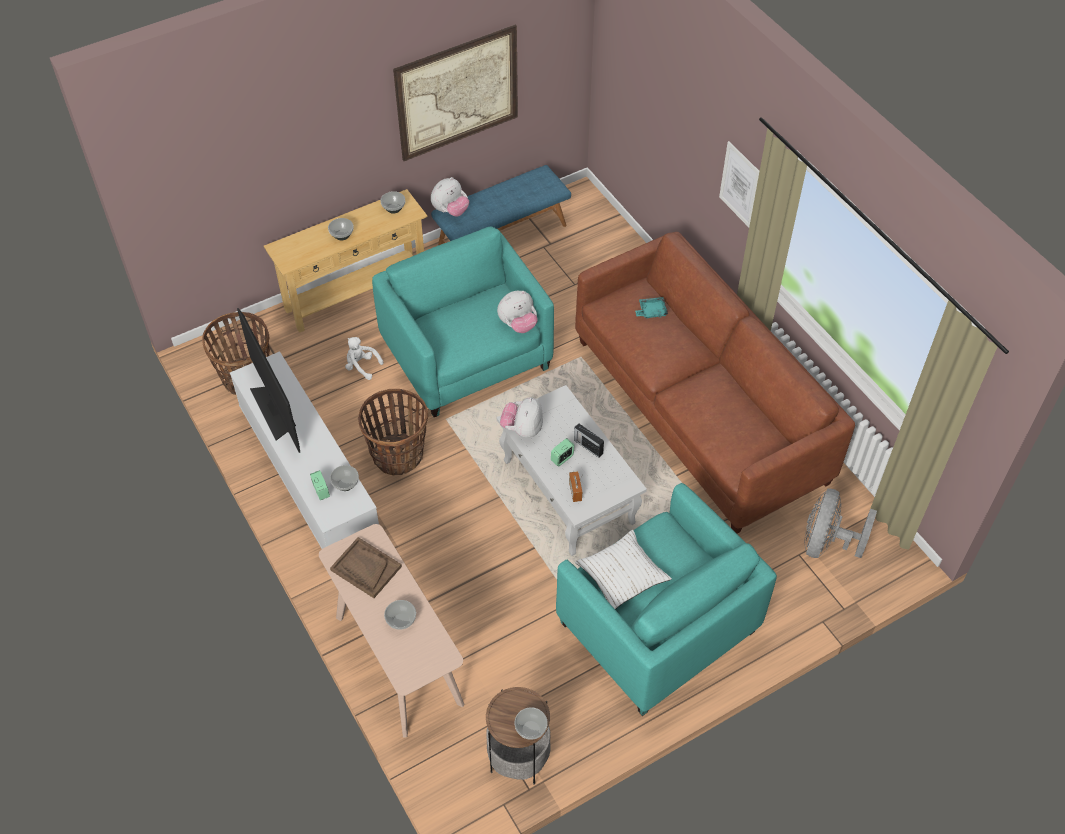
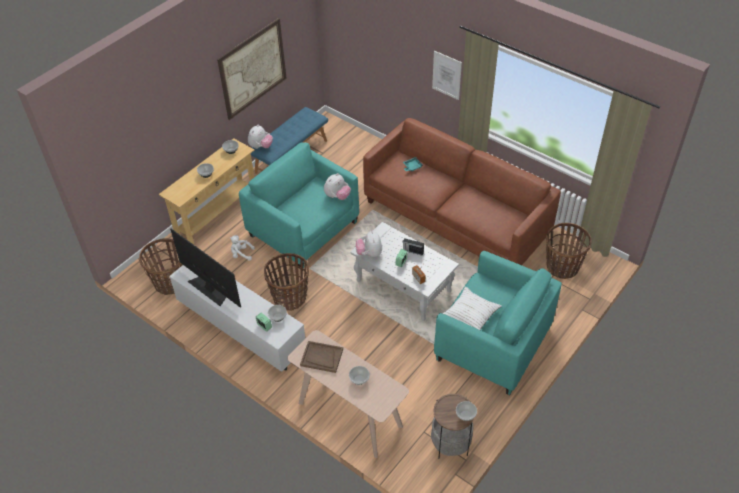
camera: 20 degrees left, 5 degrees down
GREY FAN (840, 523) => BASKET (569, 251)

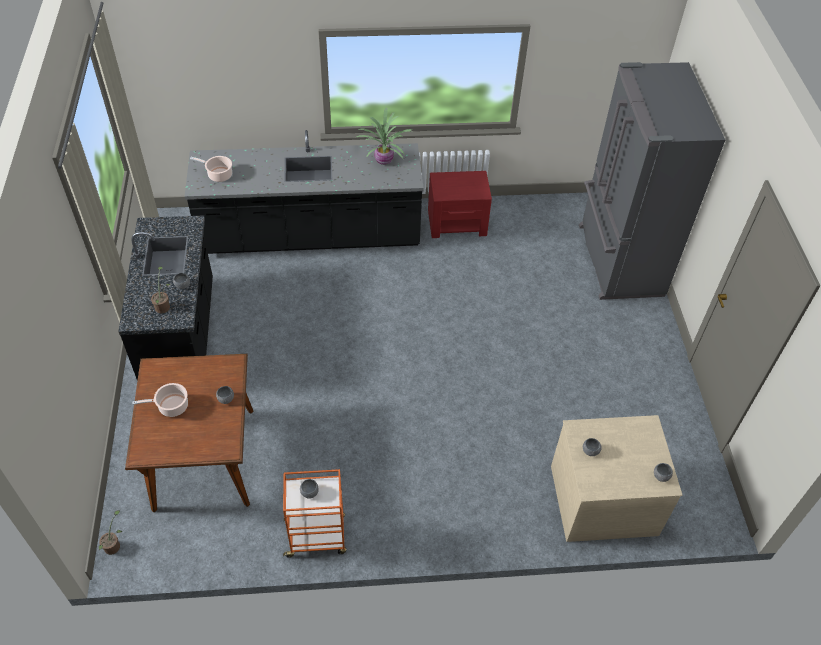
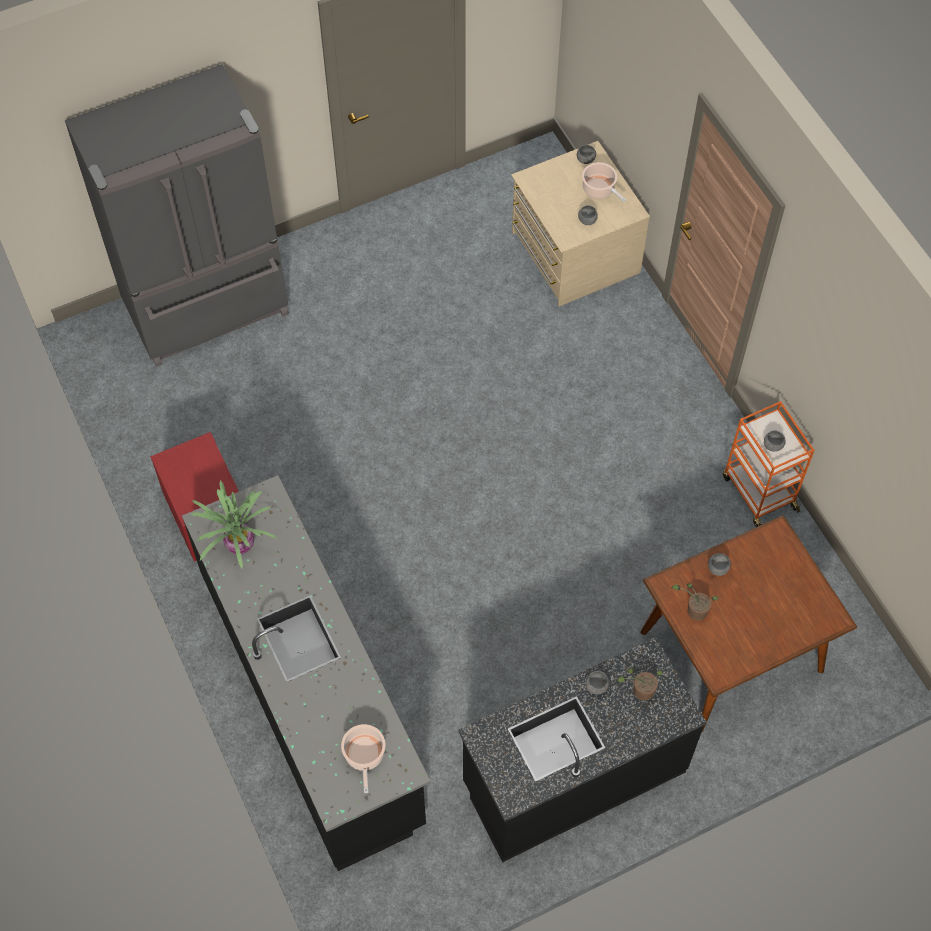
camera: 110 degrees left, 10 degrees up
COOKING POT (160, 400) => COOKING POT (604, 182), relocated
POTTED PLANT (110, 532) => POTTED PLANT (695, 601), relocated

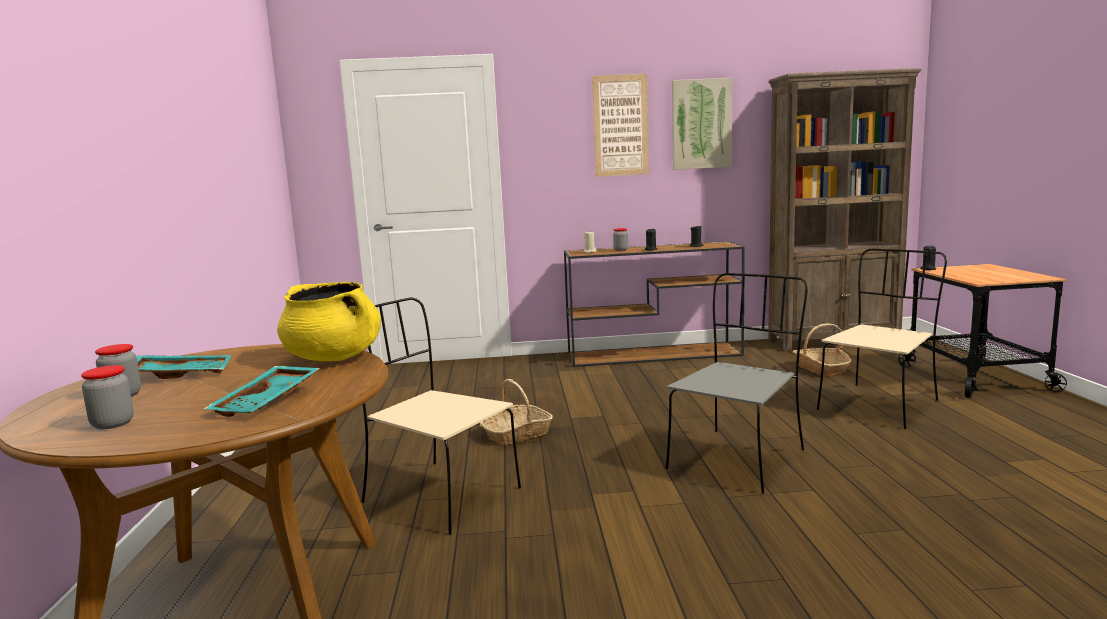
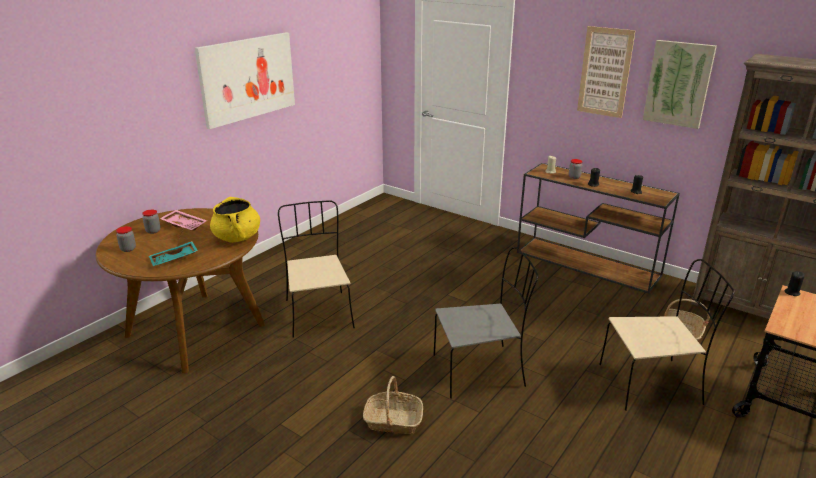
camera: 40 degrees right, 15 degrees up
TURQUOISE TRAY (184, 367) => PINK TRAY (183, 220)
nothing => PICTURE (245, 80)
BASKET (516, 412) => BASKET (393, 405), relocated

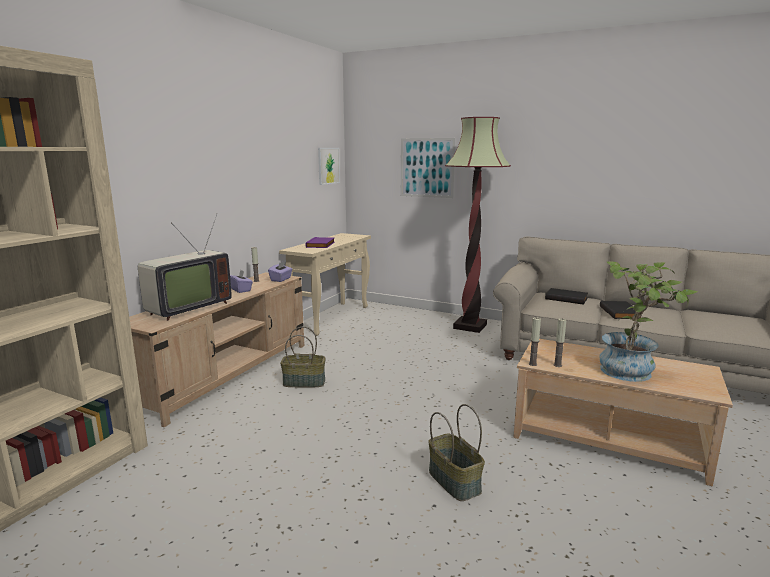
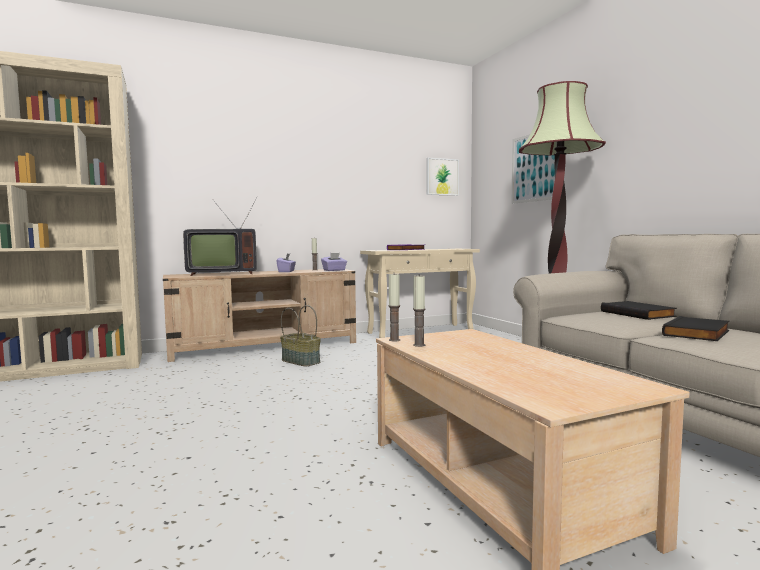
camera: 40 degrees right, 10 degrees down
BASKET (456, 452) => nothing
POTTED PLANT (648, 321) => nothing

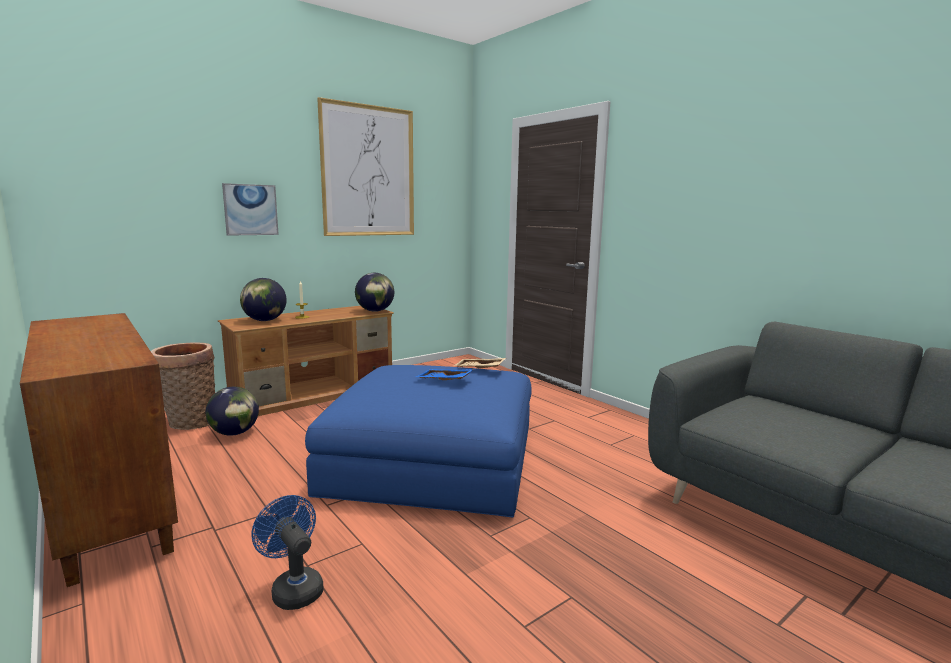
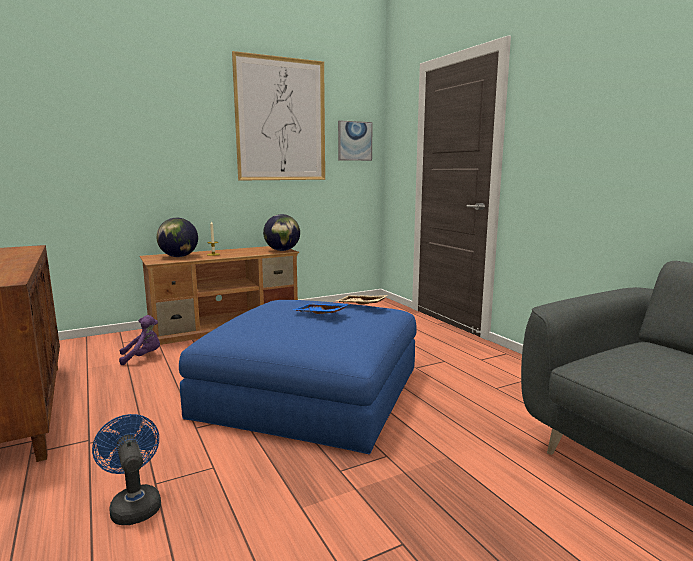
camera: 10 degrees right, 0 degrees up
GLOBE (232, 411) => PURPLE PLUSH TOY (139, 340)
PICTURE (250, 209) => PICTURE (355, 140), relocated
BASKET (183, 386) => nothing

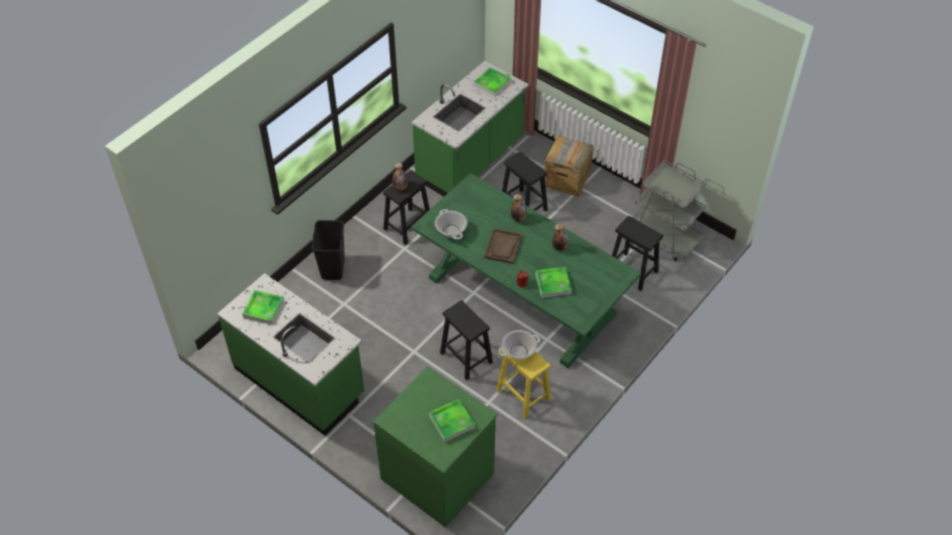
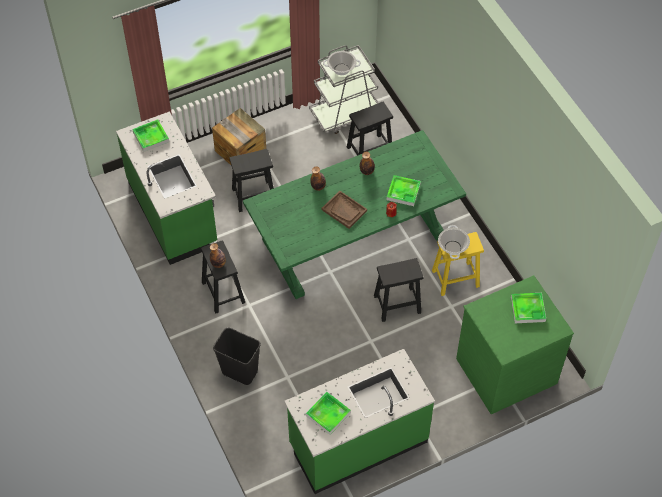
camera: 65 degrees left, 5 degrees up
COOKING POT (451, 224) => COOKING POT (342, 63), relocated

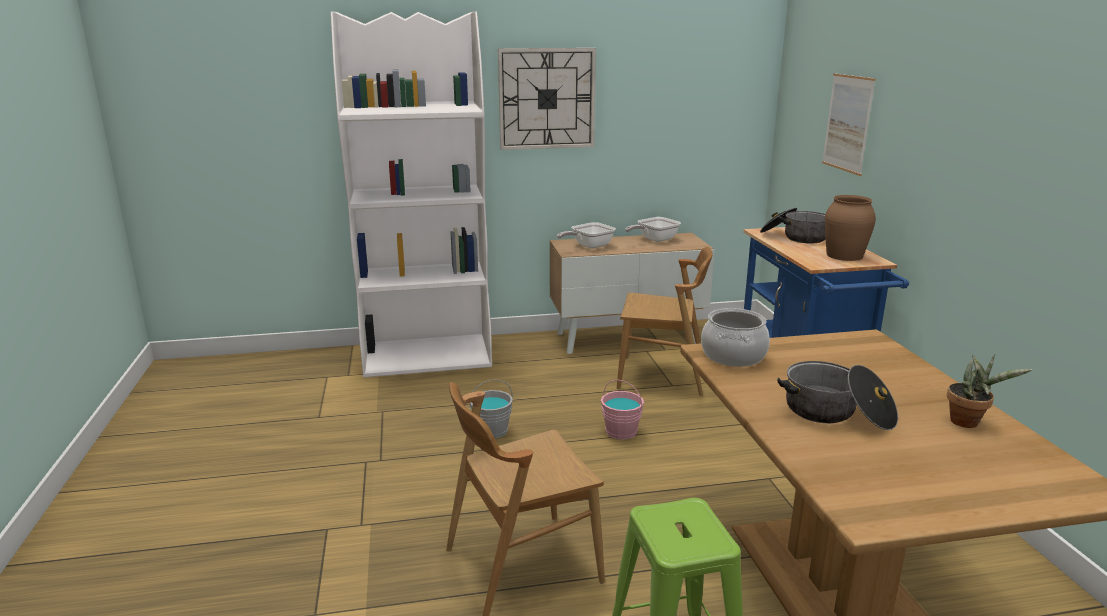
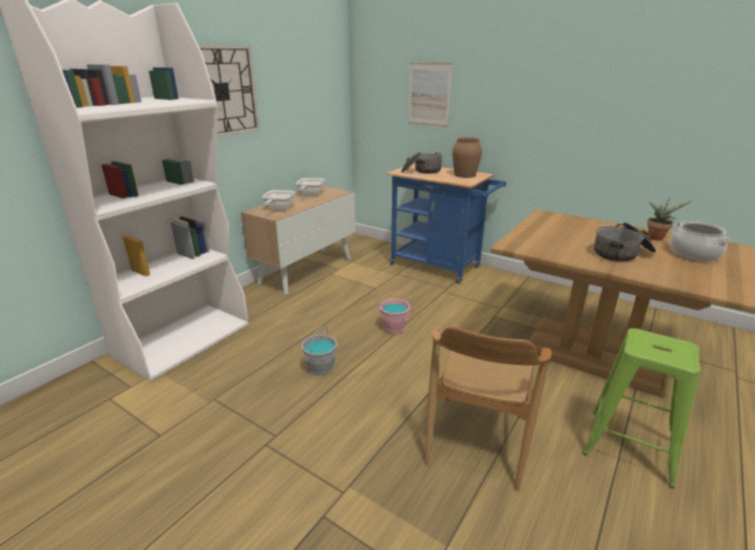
camera: 45 degrees left, 5 degrees up
COOKING POT (735, 337) => COOKING POT (700, 241), relocated
BROWN CHAIR (664, 321) => nothing

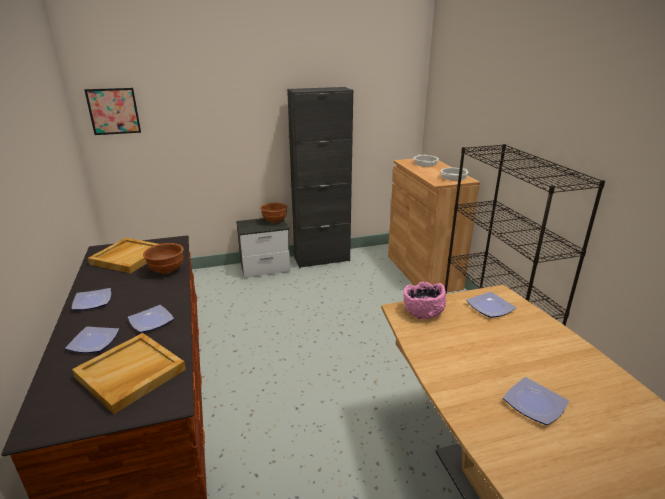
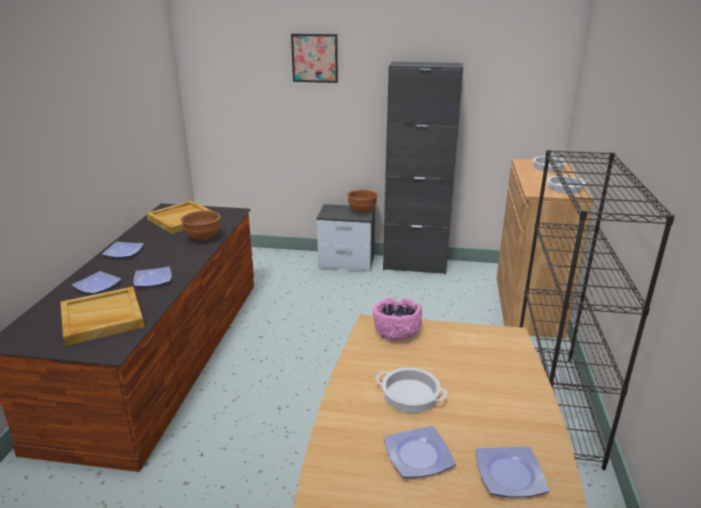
camera: 25 degrees right, 0 degrees up
PICTURE (113, 111) => PICTURE (314, 58), relocated
nothing => COOKING POT (411, 390)
PLATE (491, 305) => PLATE (512, 472), relocated

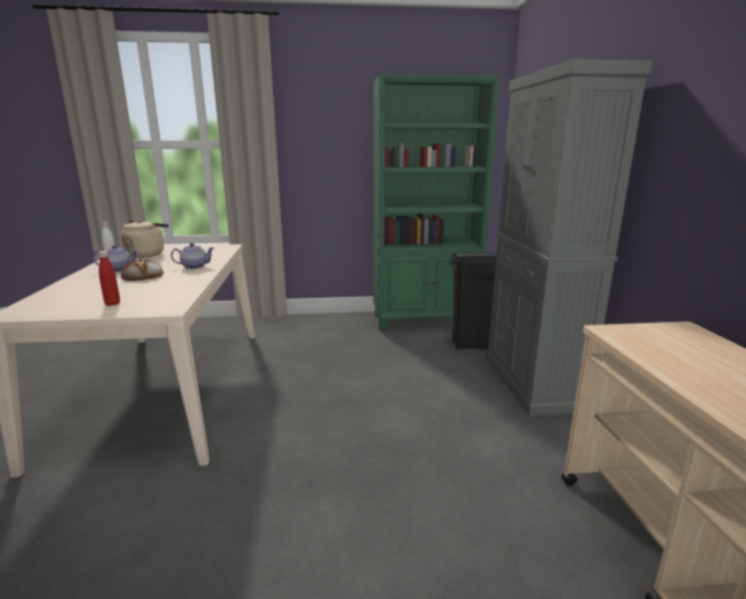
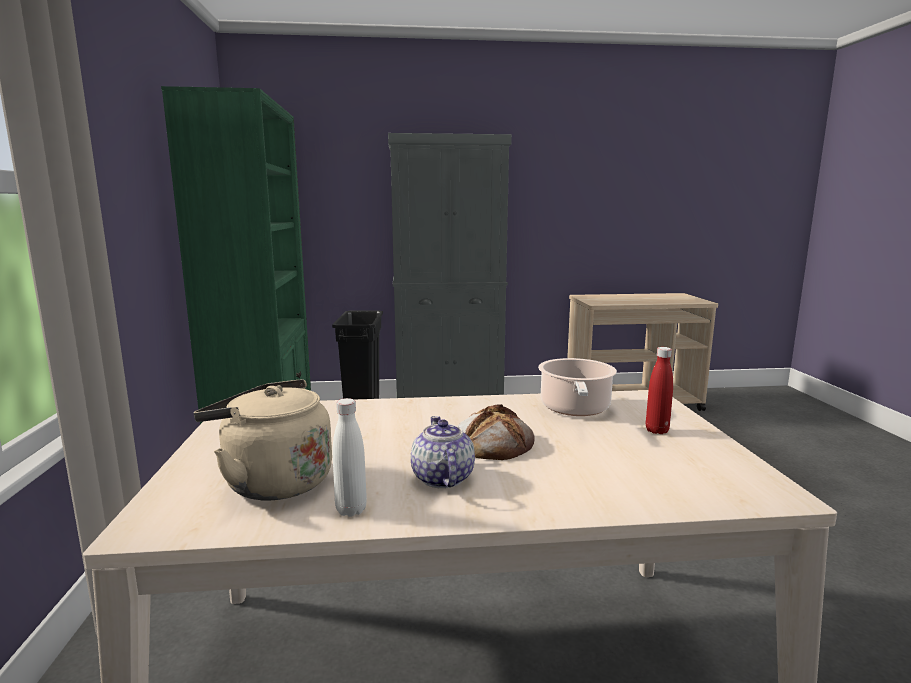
camera: 90 degrees left, 5 degrees down
nothing => COOKING POT (577, 387)
TEAPOT (192, 256) => nothing

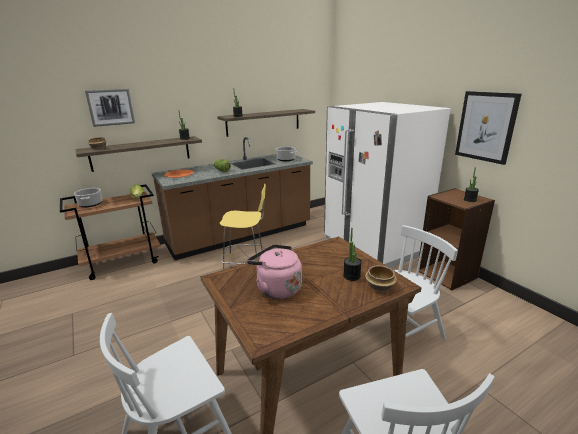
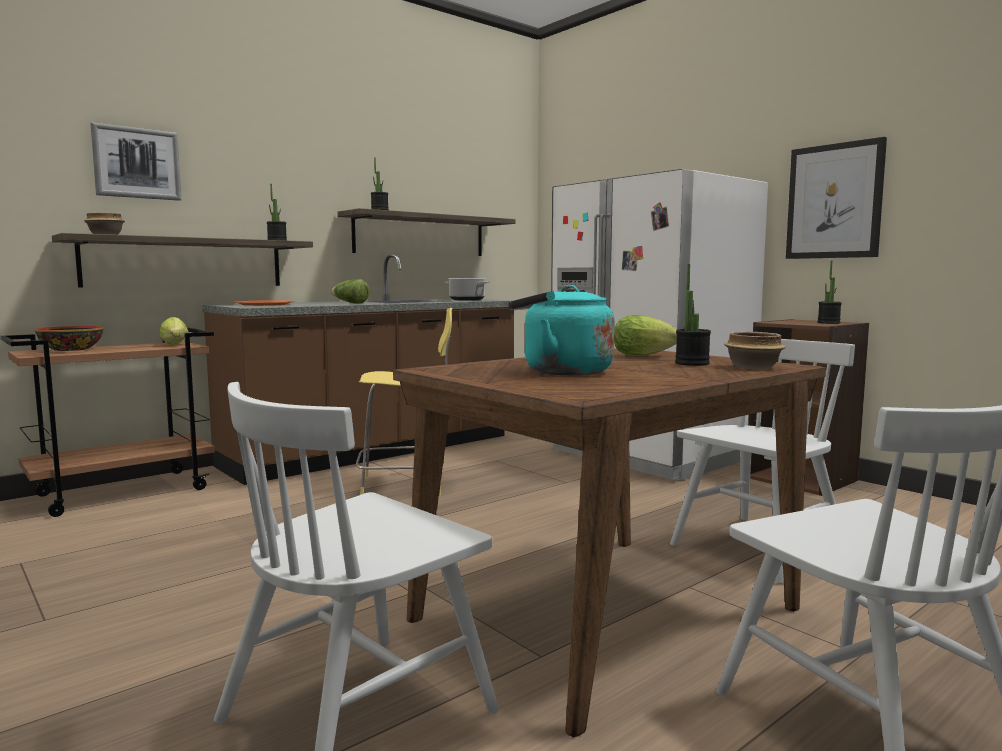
camera: 10 degrees left, 15 degrees down
COOKING POT (88, 197) => BOWL (69, 338)
PINK KETTLE (274, 271) => TURQUOISE KETTLE (561, 330)
nothing => LETTUCE (645, 335)

